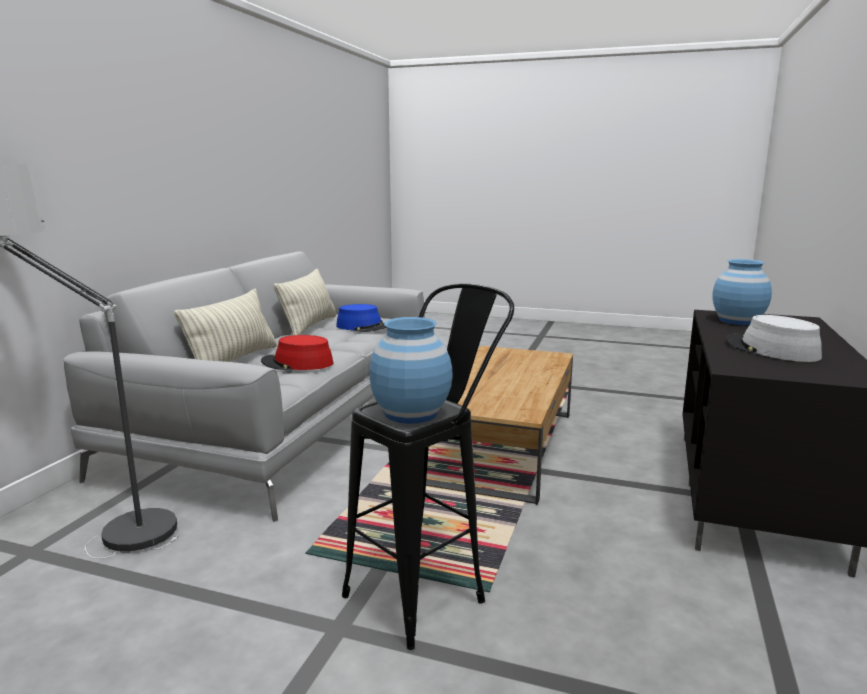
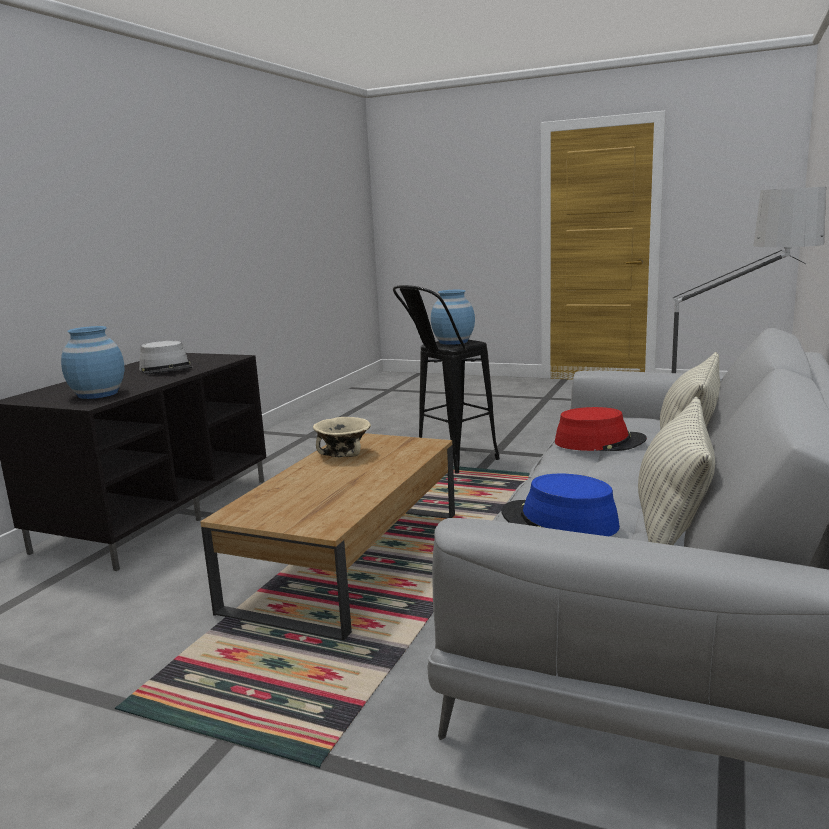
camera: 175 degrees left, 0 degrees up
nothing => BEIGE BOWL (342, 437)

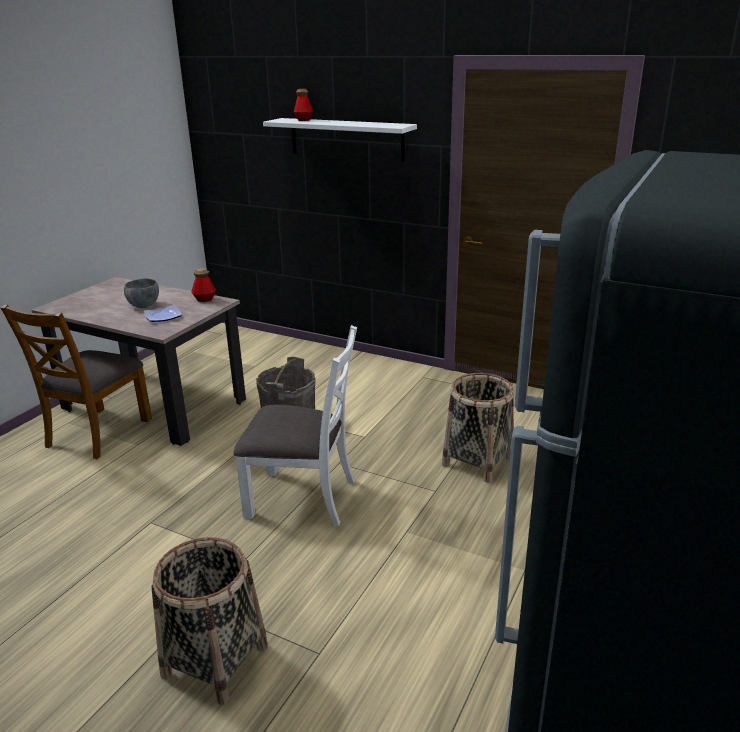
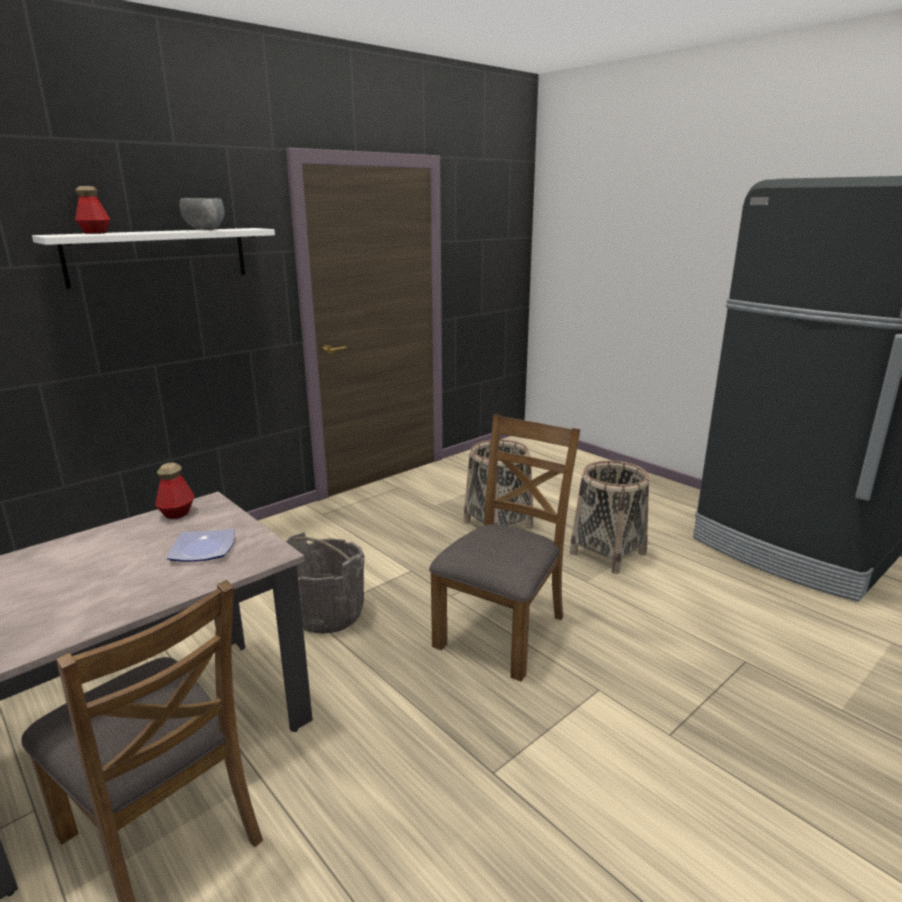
camera: 70 degrees left, 5 degrees down
GREY BOWL (141, 293) => GREY BOWL (202, 214), relocated
WHITE CHAIR (295, 425) => BROWN CHAIR (505, 548)
BASKET (209, 621) => BASKET (609, 517), relocated

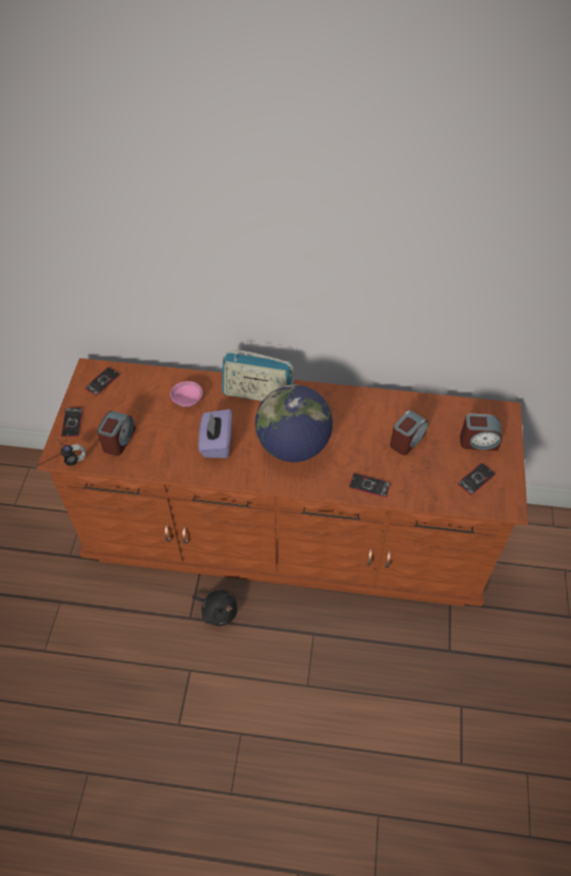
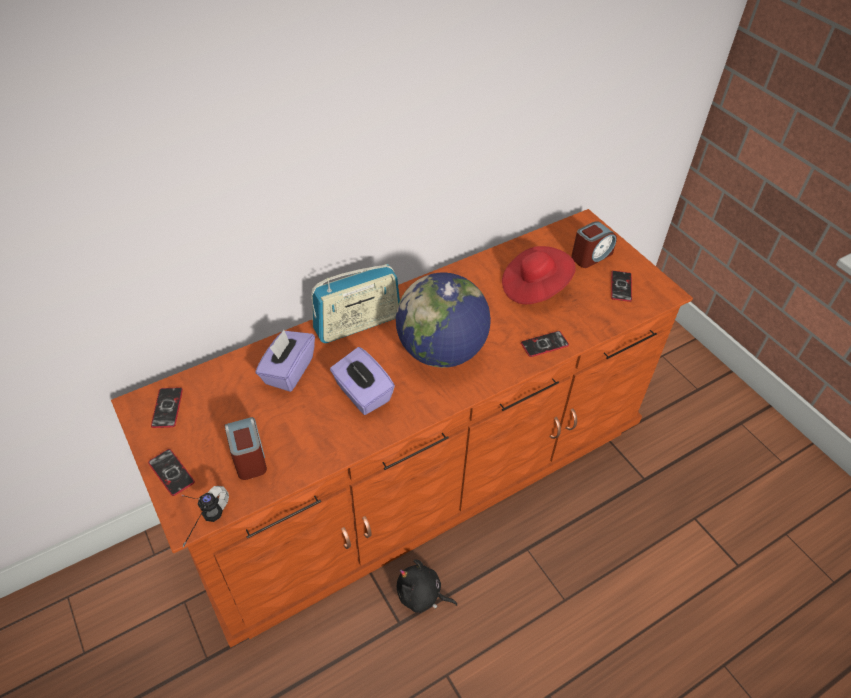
camera: 40 degrees left, 5 degrees down
PINK BOWL (186, 394) => PURPLE TISSUE BOX (285, 361)
BLACK PLUSH TOY (214, 608) => BLACK PLUSH TOY (427, 586), 150 degrees counterclockwise
ALARM CLOCK (409, 432) => RED HAT (539, 275)

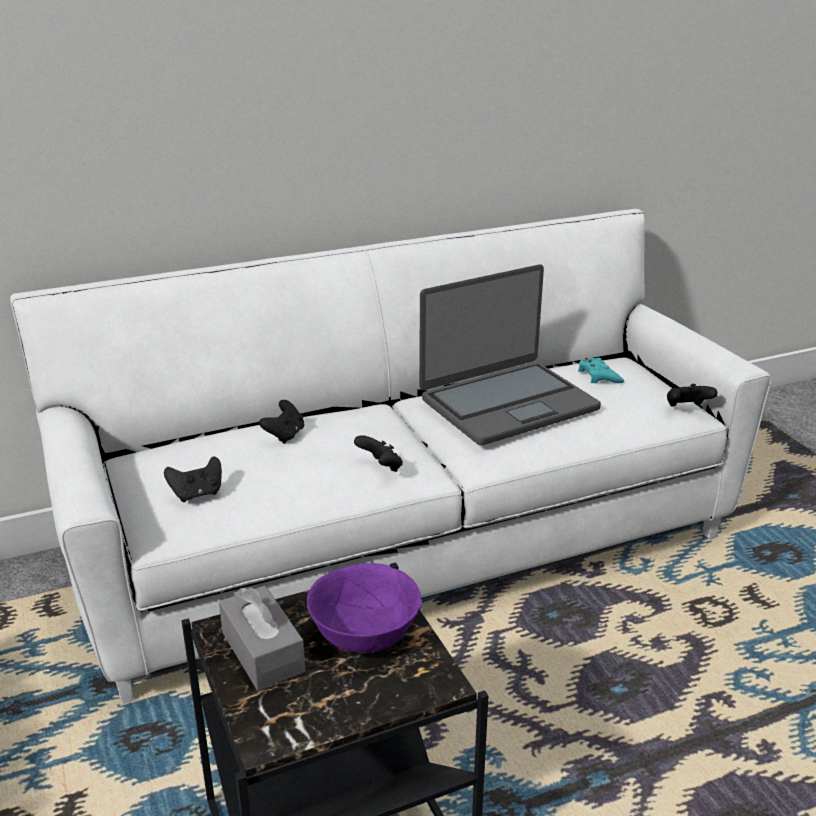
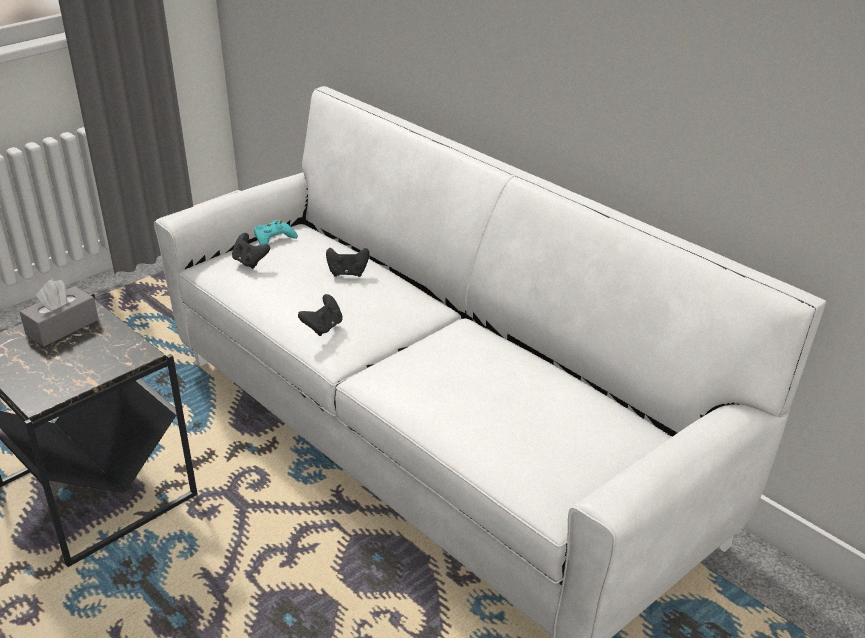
camera: 70 degrees right, 5 degrees up
TURQUOISE GAME CONTROLLER (601, 371) => TURQUOISE GAME CONTROLLER (276, 232), relocated
PURPLE BOWL (364, 608) => nothing
LAPTOP (510, 355) => nothing
BLACK GAME CONTROLLER (692, 395) => nothing

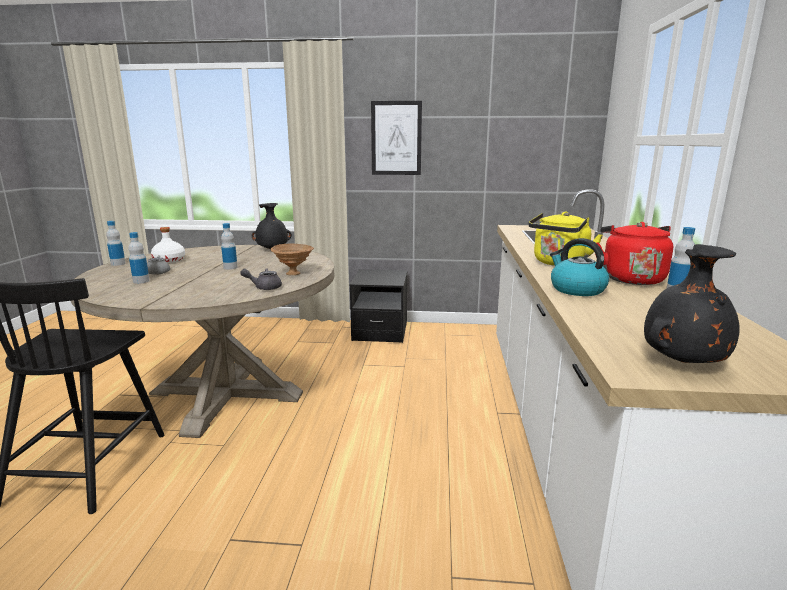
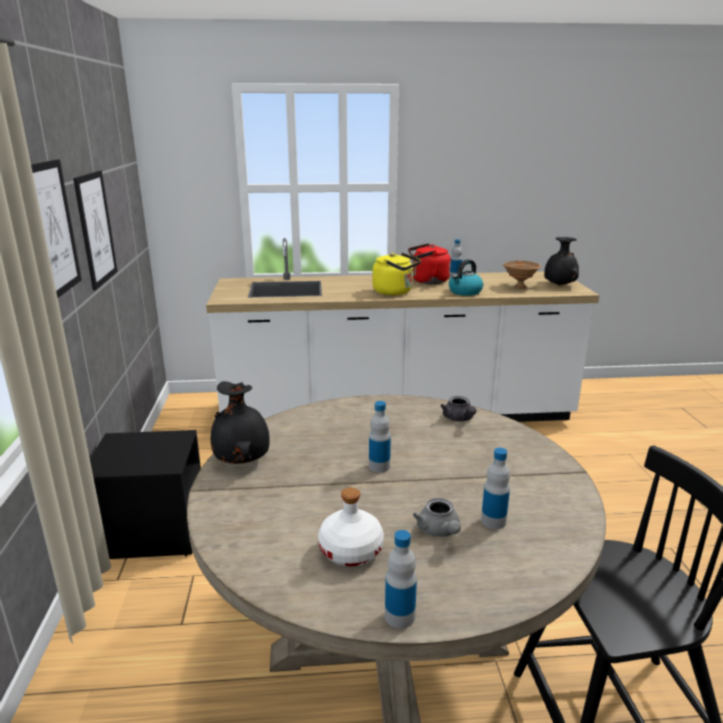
camera: 100 degrees left, 5 degrees up
nothing => PICTURE (95, 231)
BROWN BOWL (292, 259) => BROWN BOWL (522, 275), relocated

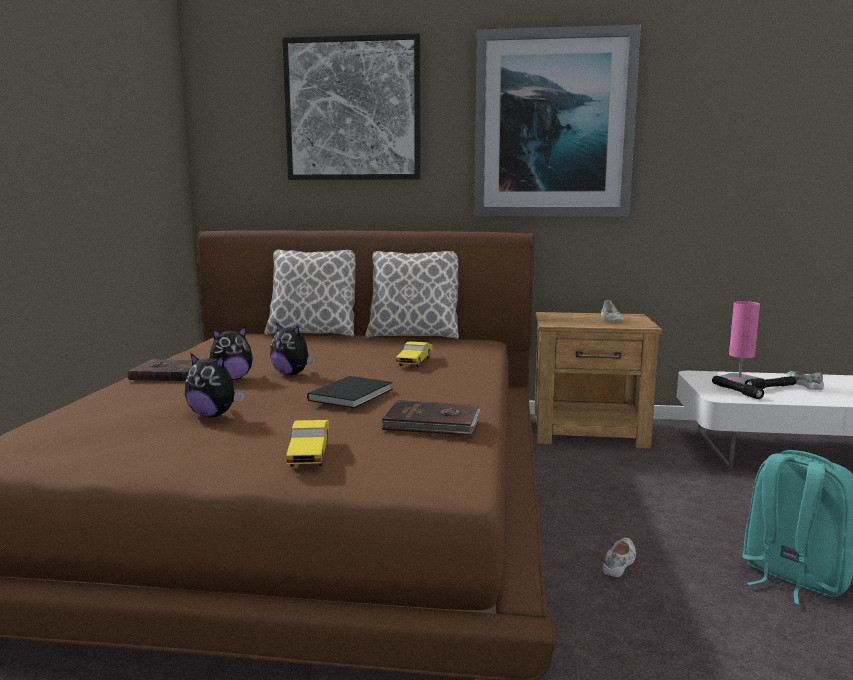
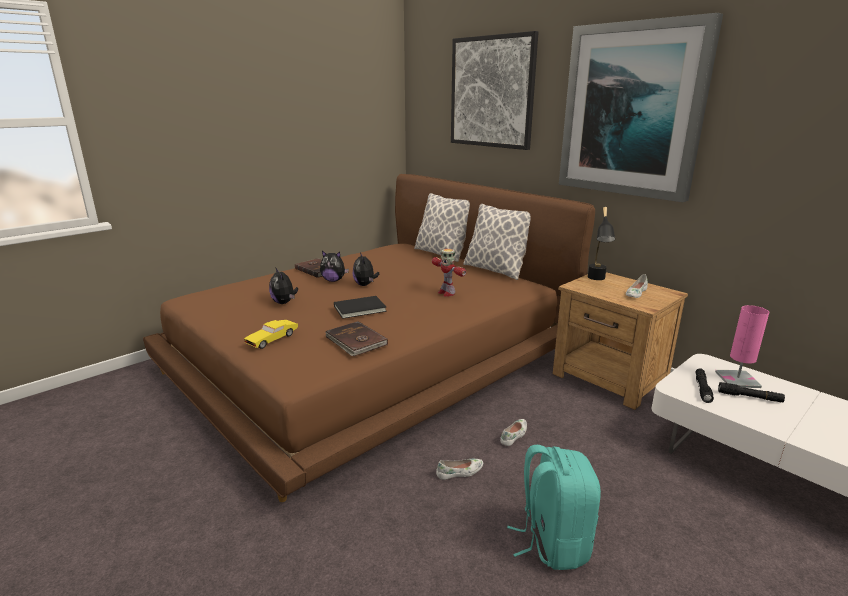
camera: 40 degrees right, 10 degrees up
YELLOW TOY CAR (414, 354) => TOY ROBOT (449, 273)
WHITE SHOE (805, 380) => WHITE SHOE (513, 432), relocated
nothing => BLACK TABLE LAMP (601, 243)

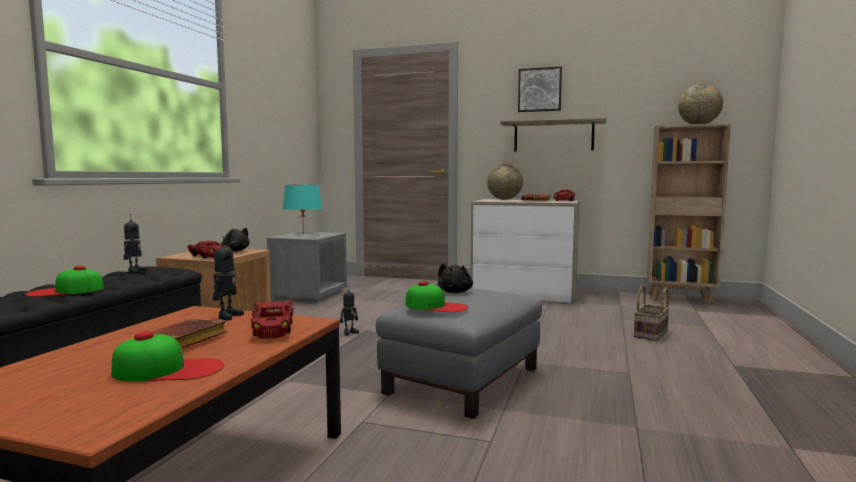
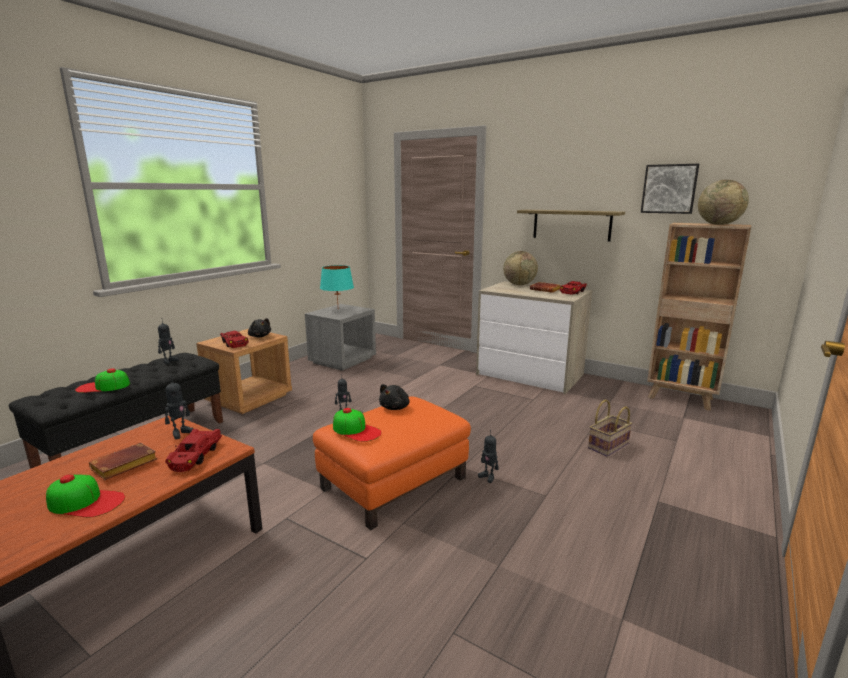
camera: 15 degrees right, 10 degrees up
GREY OTTOMAN (459, 353) => ORANGE OTTOMAN (392, 463)
nothing => TOY ROBOT (488, 456)
PICTURE (540, 89) => PICTURE (670, 189), relocated

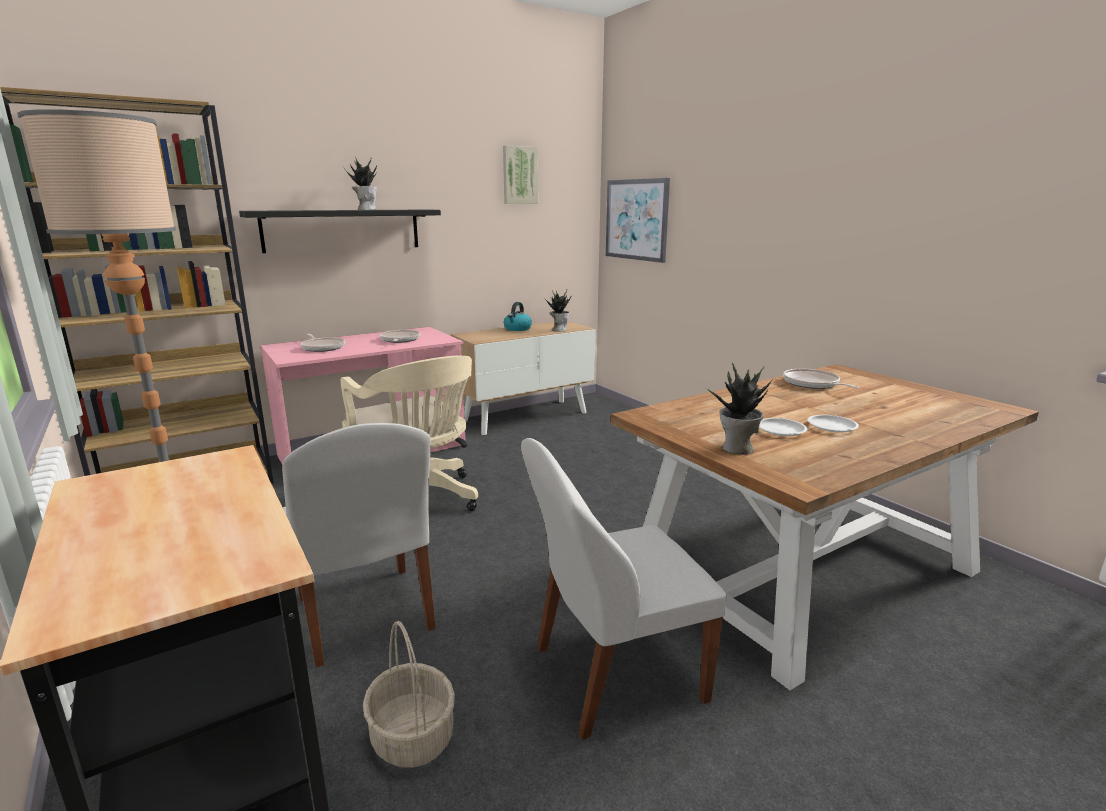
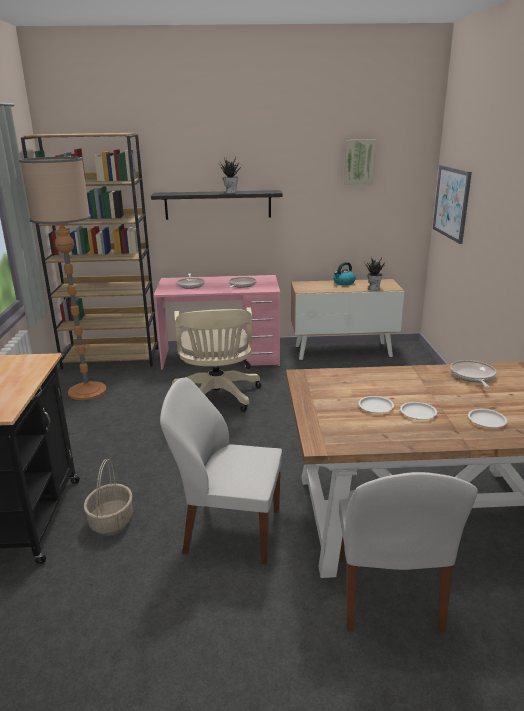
camera: 30 degrees right, 5 degrees up
WHITE CHAIR (359, 545) => WHITE CHAIR (408, 552), relocated
nothing => WHITE PLATE (487, 418)
POTTED PLANT (739, 408) => nothing

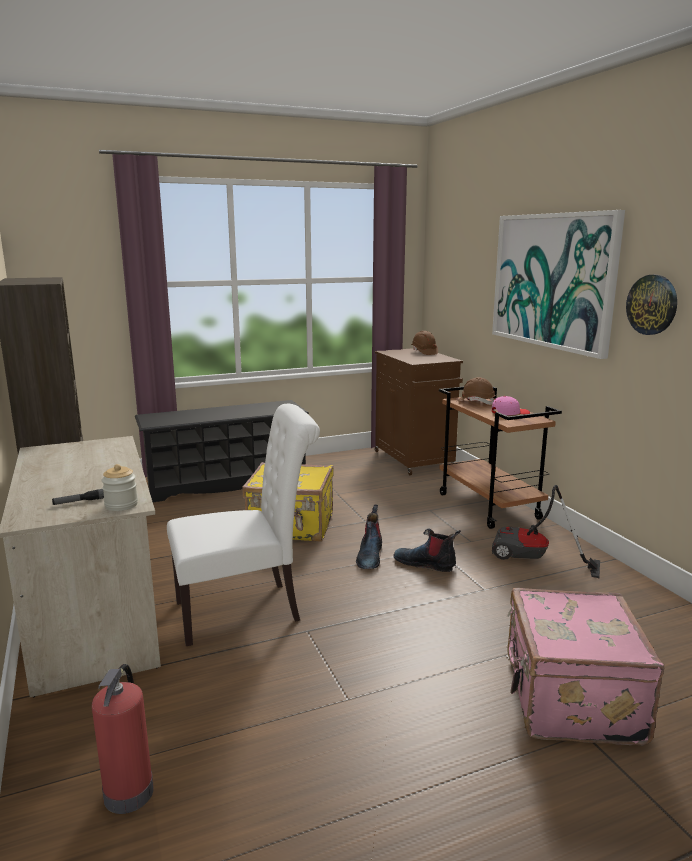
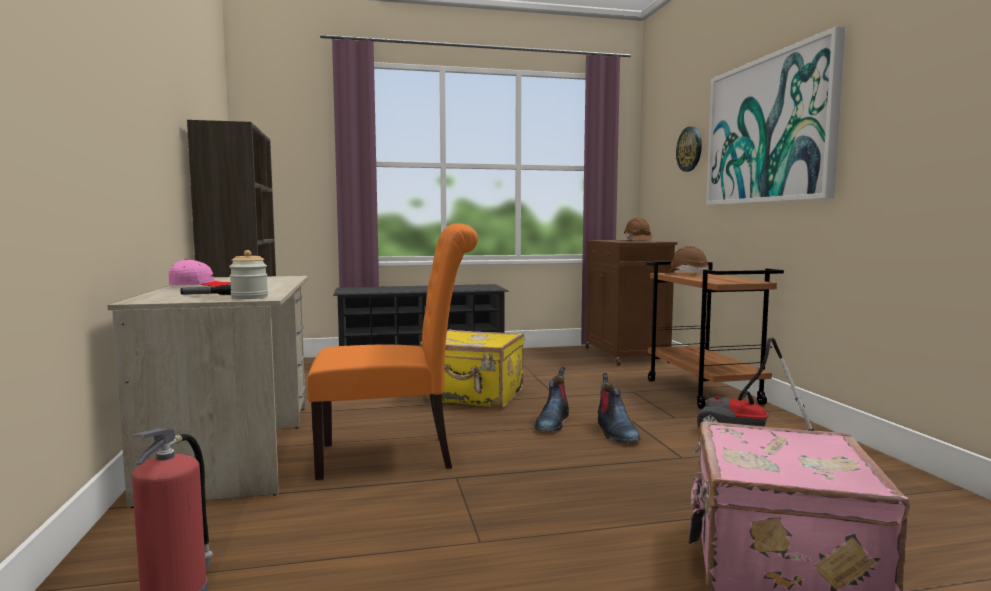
camera: 10 degrees right, 10 degrees down
PINK CAP (511, 405) => PINK CAP (200, 273), relocated
WHITE CHAIR (243, 525) => ORANGE CHAIR (392, 351)
BOOT (427, 550) => BOOT (619, 408), 135 degrees counterclockwise
WALL CLOCK (651, 305) => WALL CLOCK (689, 149), relocated

